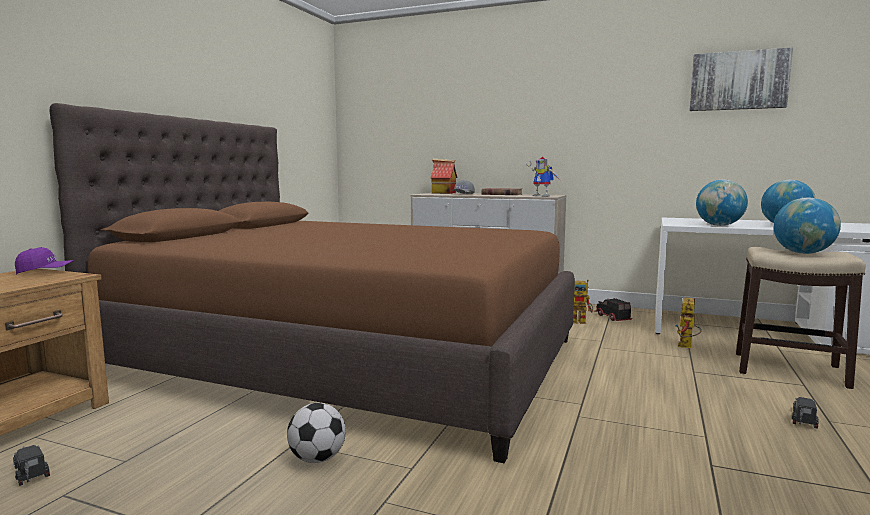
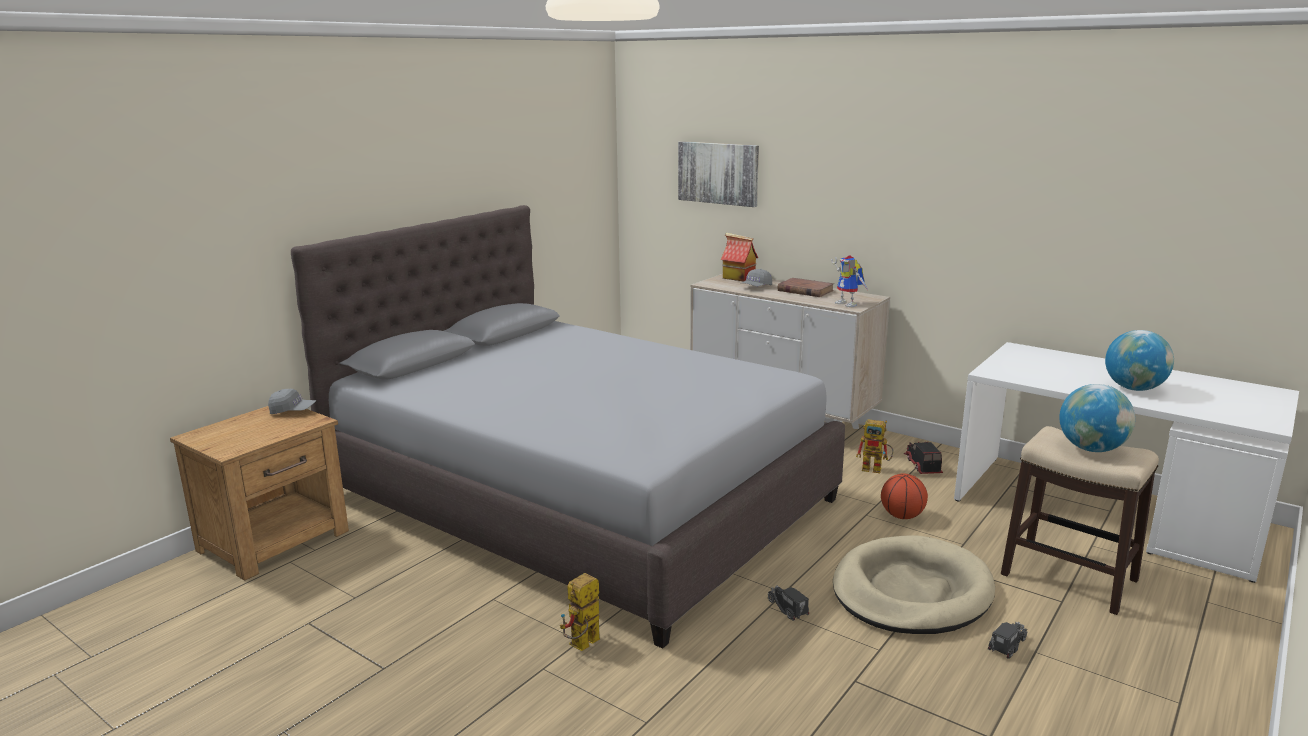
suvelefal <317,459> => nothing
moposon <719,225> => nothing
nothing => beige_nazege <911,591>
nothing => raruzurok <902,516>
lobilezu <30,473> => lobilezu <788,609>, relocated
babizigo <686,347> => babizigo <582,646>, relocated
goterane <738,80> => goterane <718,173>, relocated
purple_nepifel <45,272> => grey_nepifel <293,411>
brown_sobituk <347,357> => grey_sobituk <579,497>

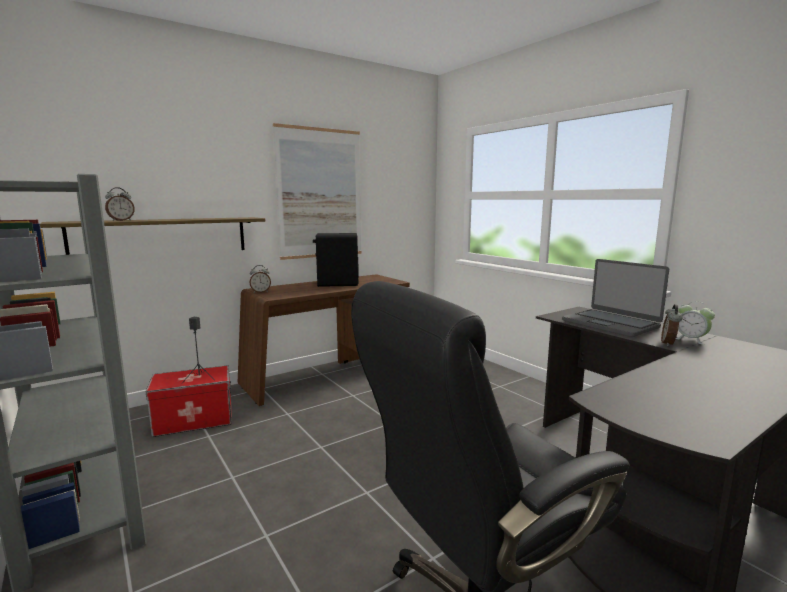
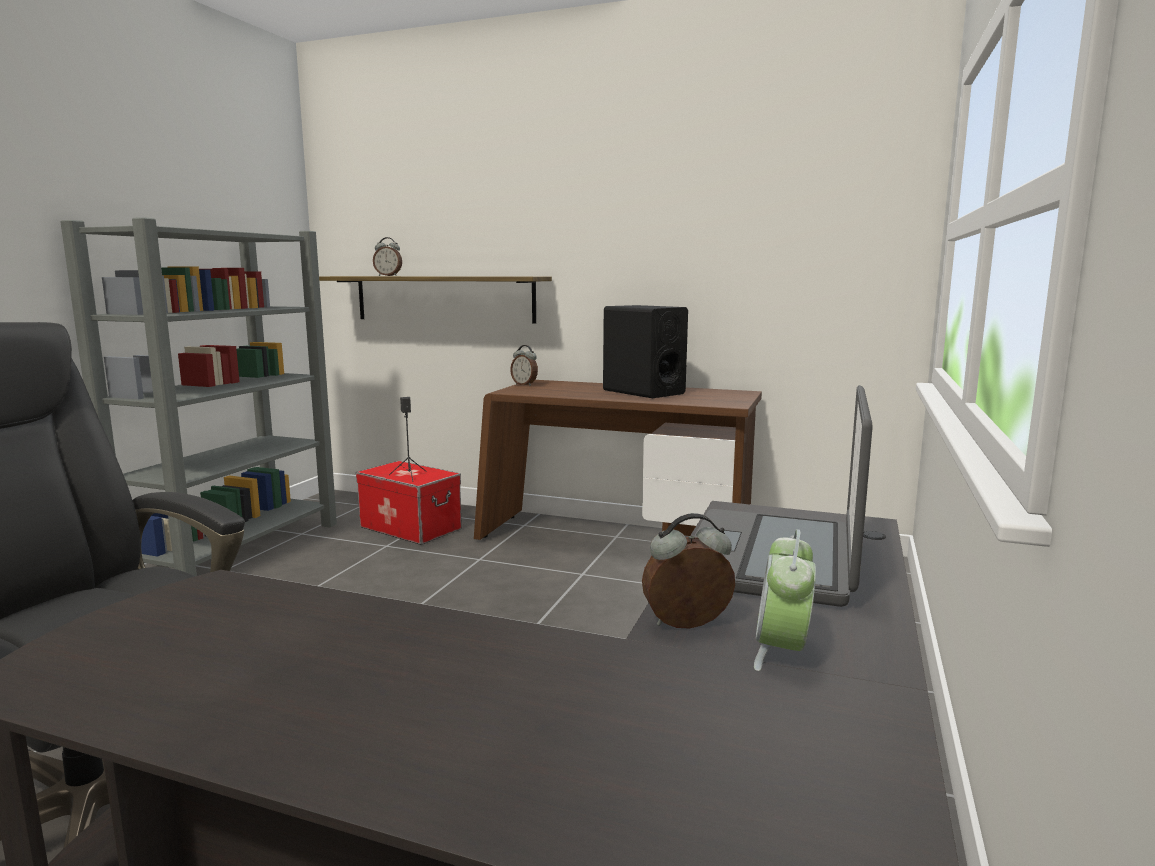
goterane <320,194> => nothing

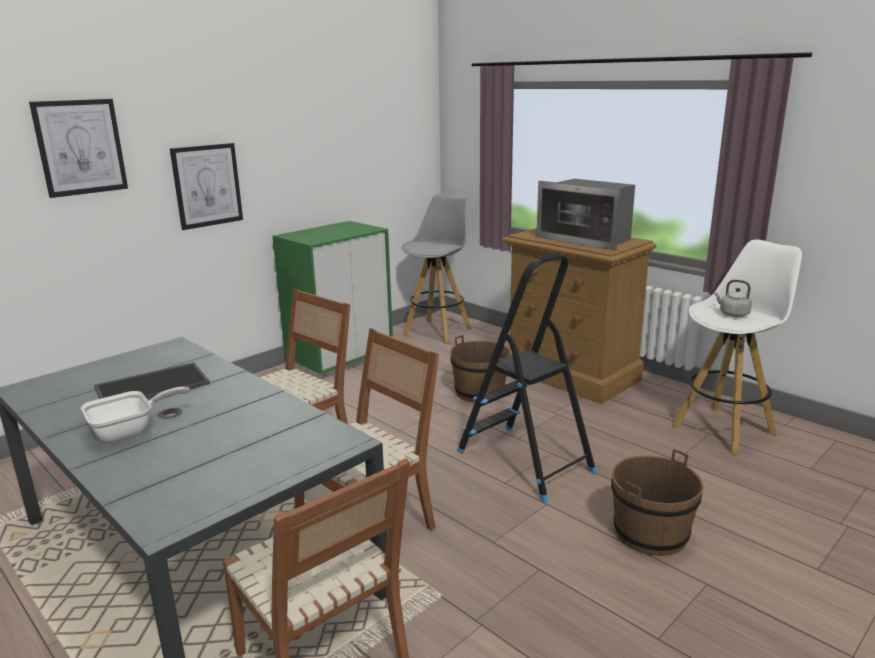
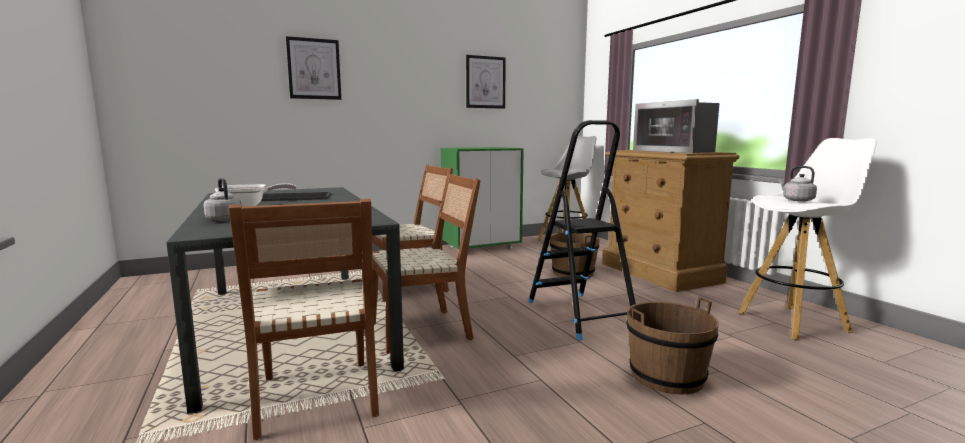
nothing => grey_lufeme <223,219>
goterane <207,185> => goterane <485,82>, relocated

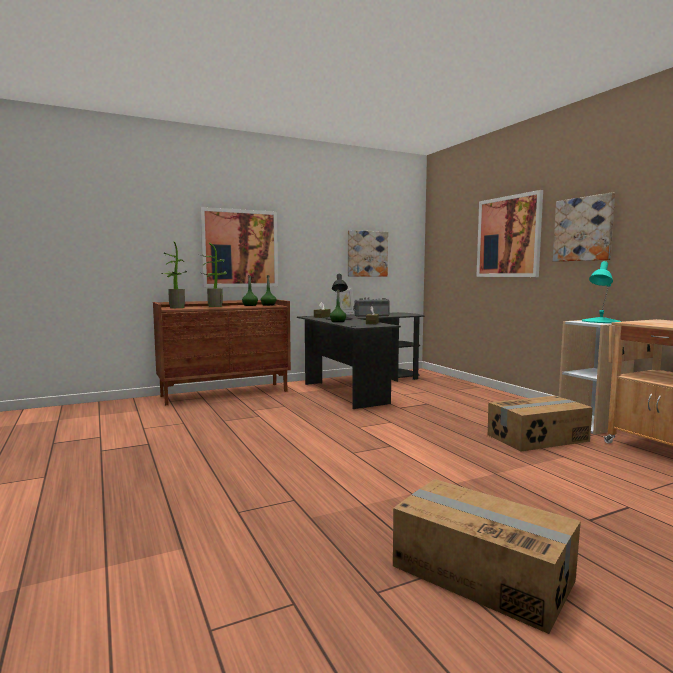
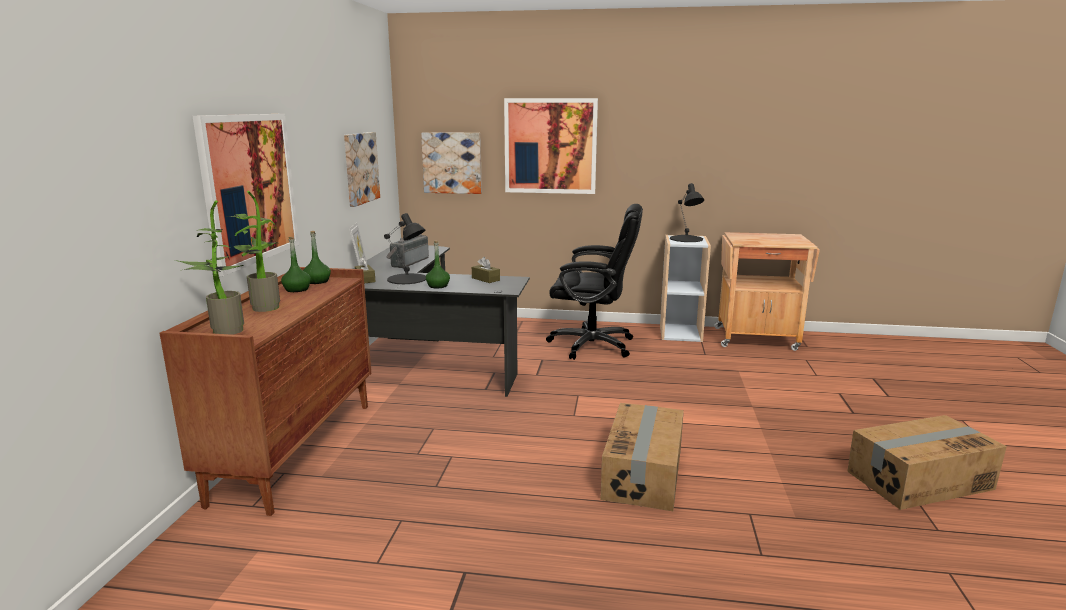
nothing => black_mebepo <592,345>
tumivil <538,438> => tumivil <644,473>, relocated
goterane <583,229> => goterane <452,163>, relocated
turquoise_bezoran <600,321> => black_bezoran <686,239>

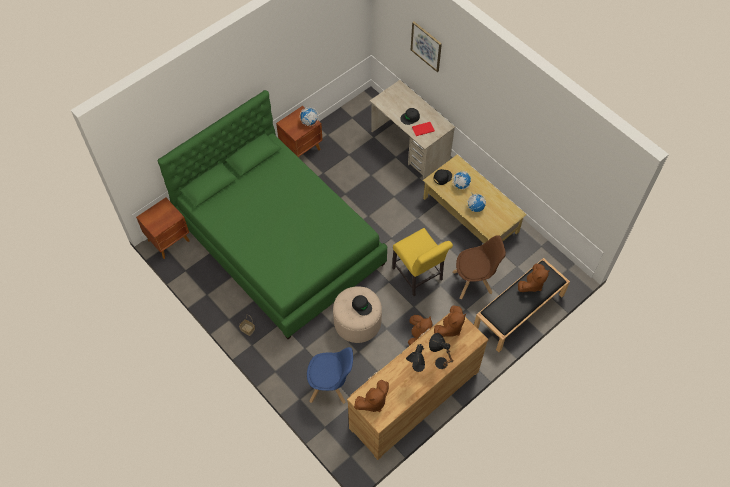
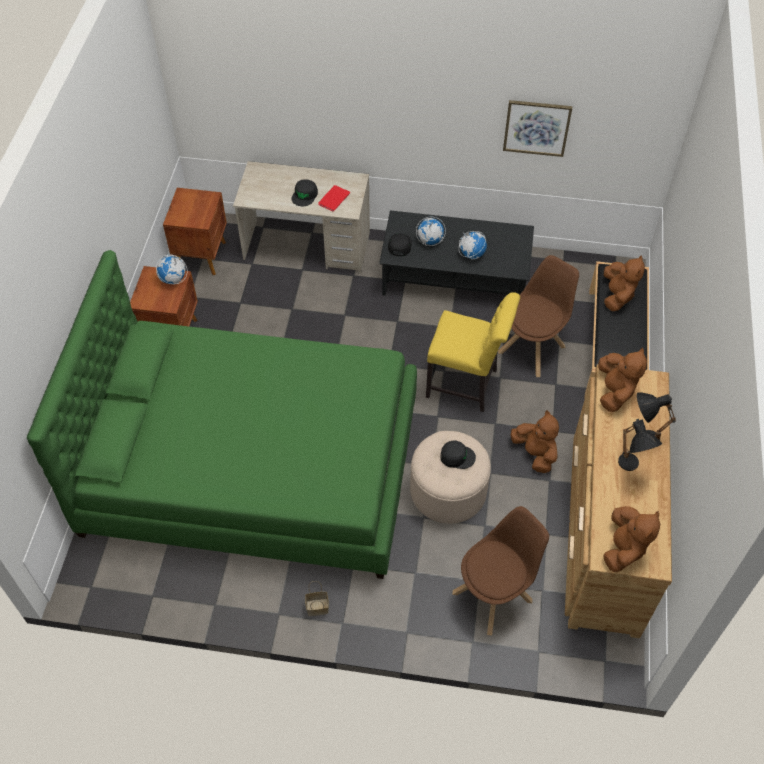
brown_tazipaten <169,241> => brown_tazipaten <202,255>, relocated
goterane <426,46> => goterane <536,127>, relocated
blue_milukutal <331,386> => brown_milukutal <495,594>
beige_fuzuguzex <469,215> => black_fuzuguzex <453,278>

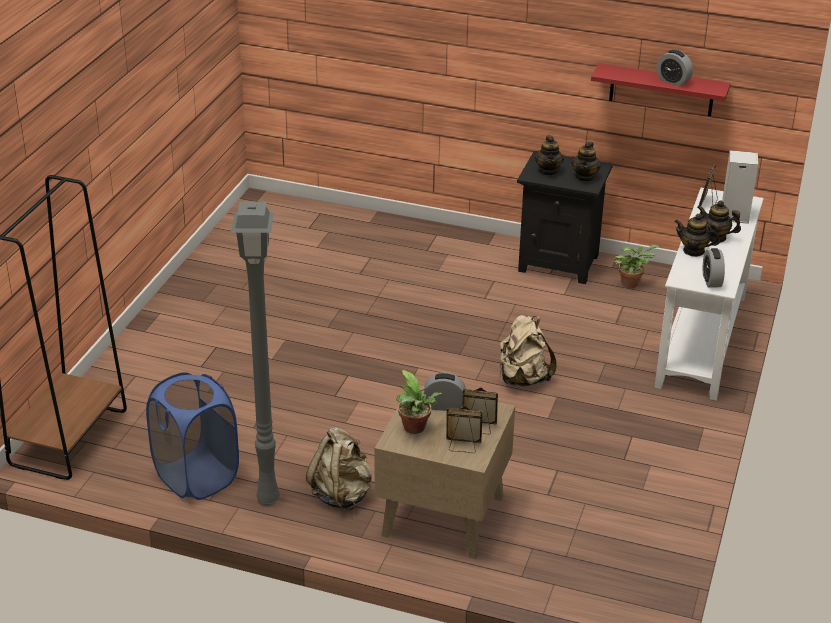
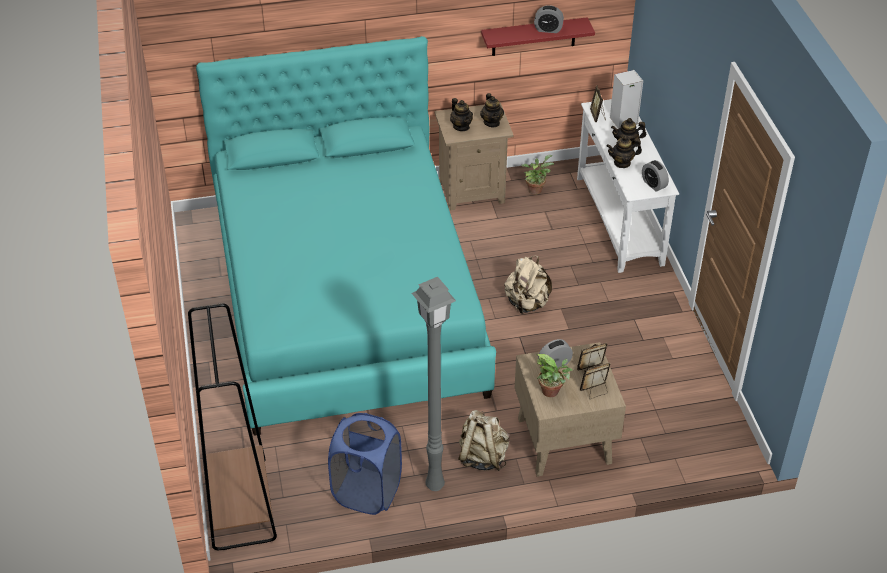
nothing => turquoise_sobituk <347,297>
black_tazipaten <559,264> => beige_tazipaten <473,192>

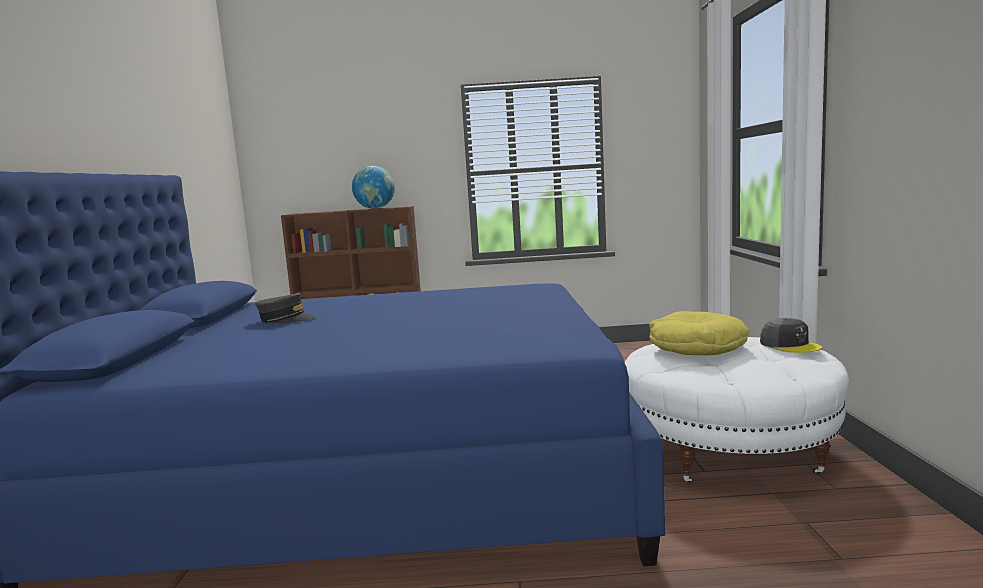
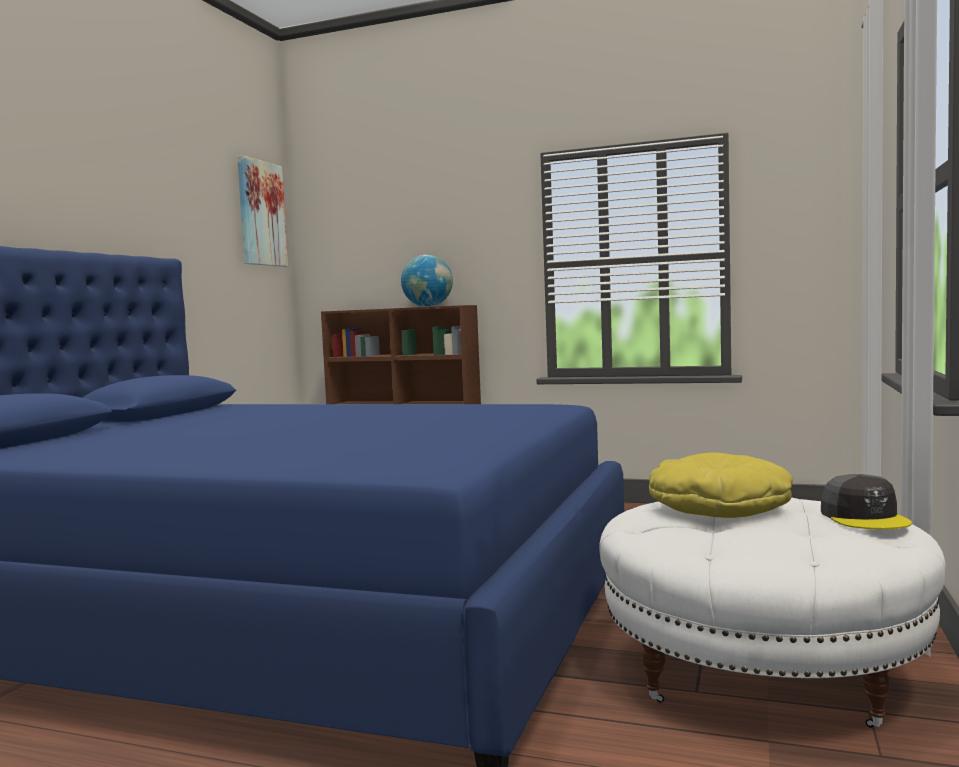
grey_nepifel <286,319> => nothing
nothing => goterane <261,213>

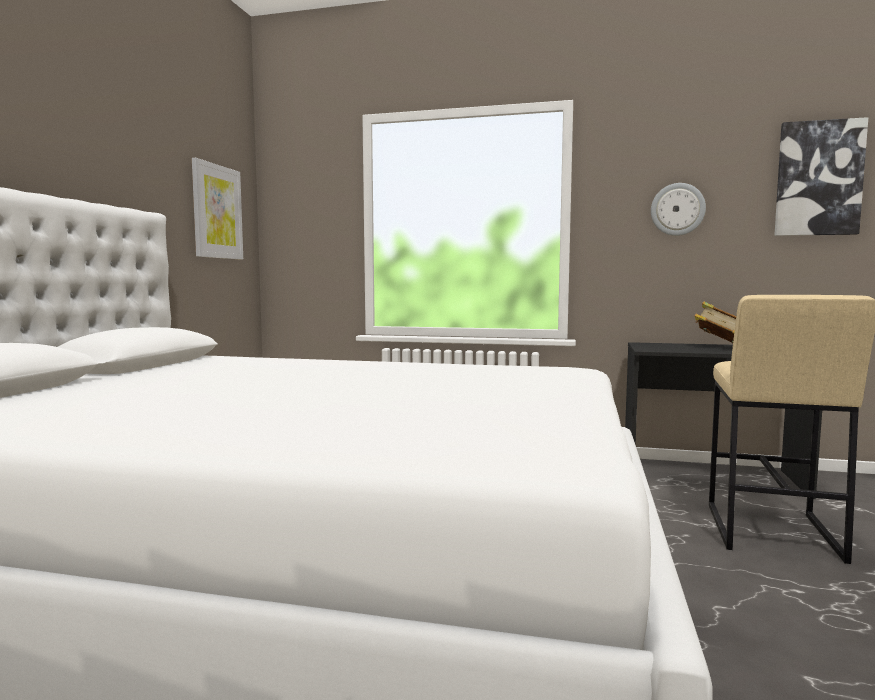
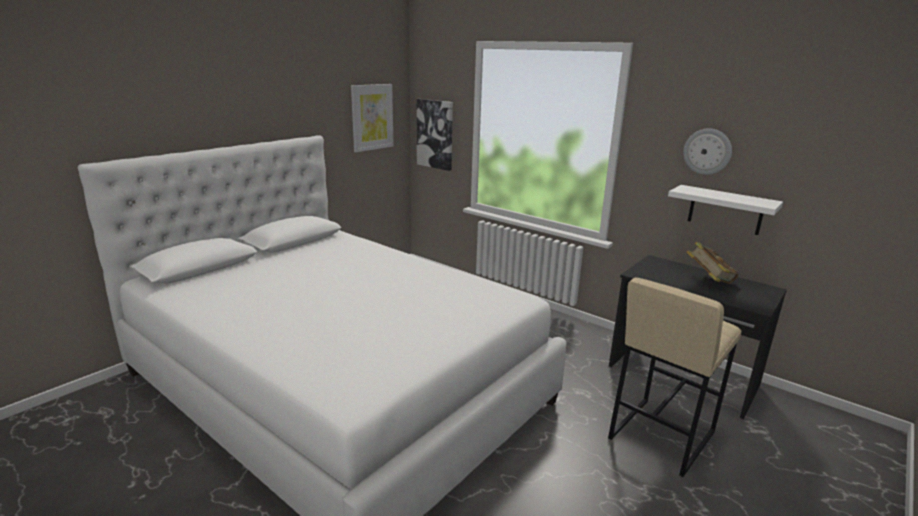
nothing => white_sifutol <725,210>
goterane <818,179> => goterane <435,134>, relocated

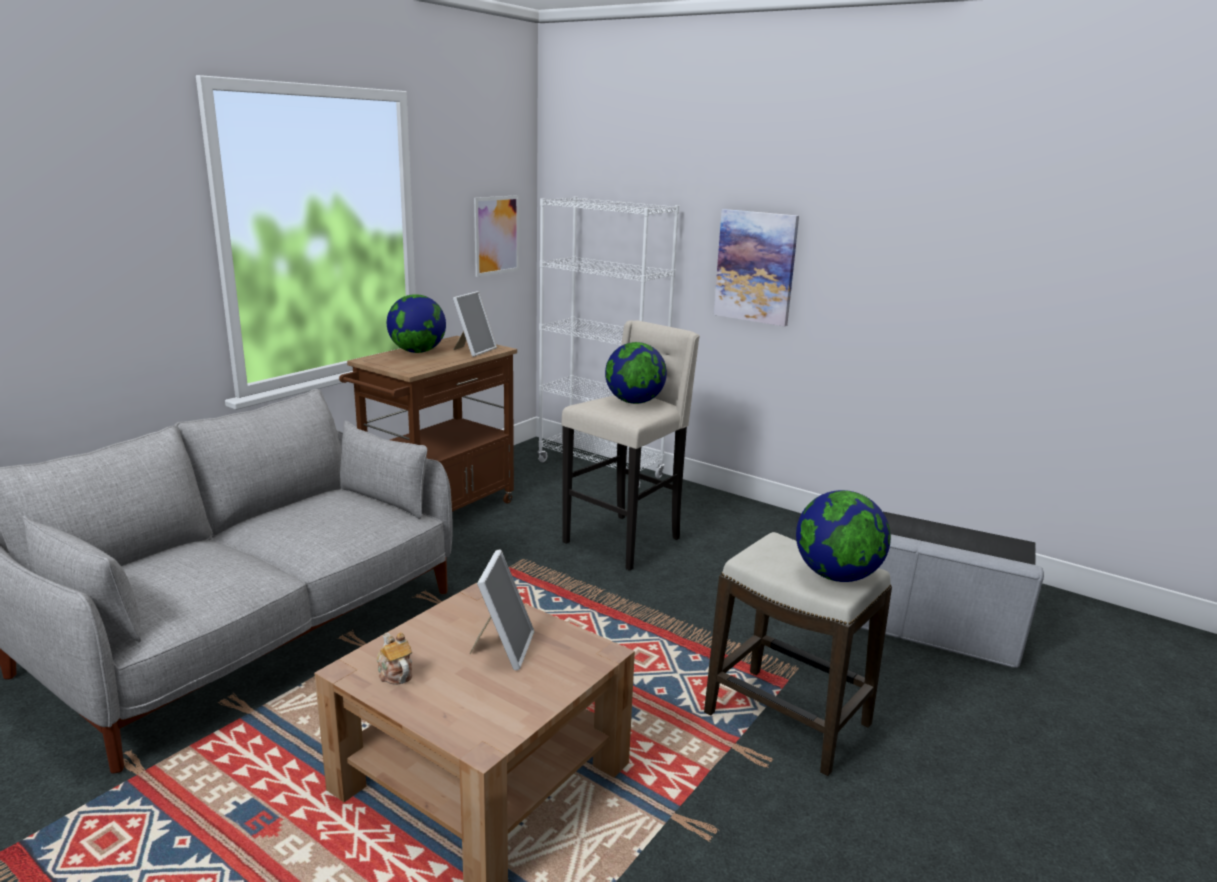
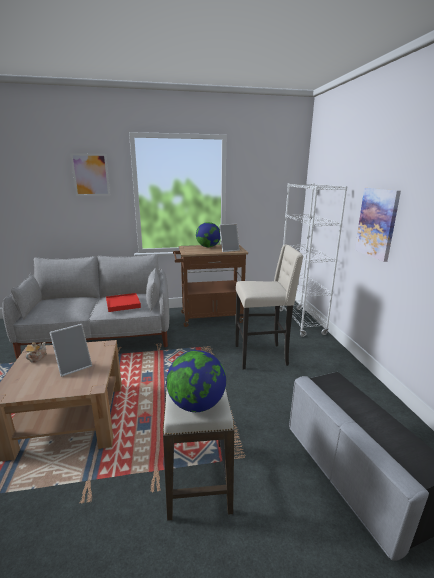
moposon <634,402> => nothing
nothing => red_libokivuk <123,304>
goterane <496,235> => goterane <91,175>, relocated

